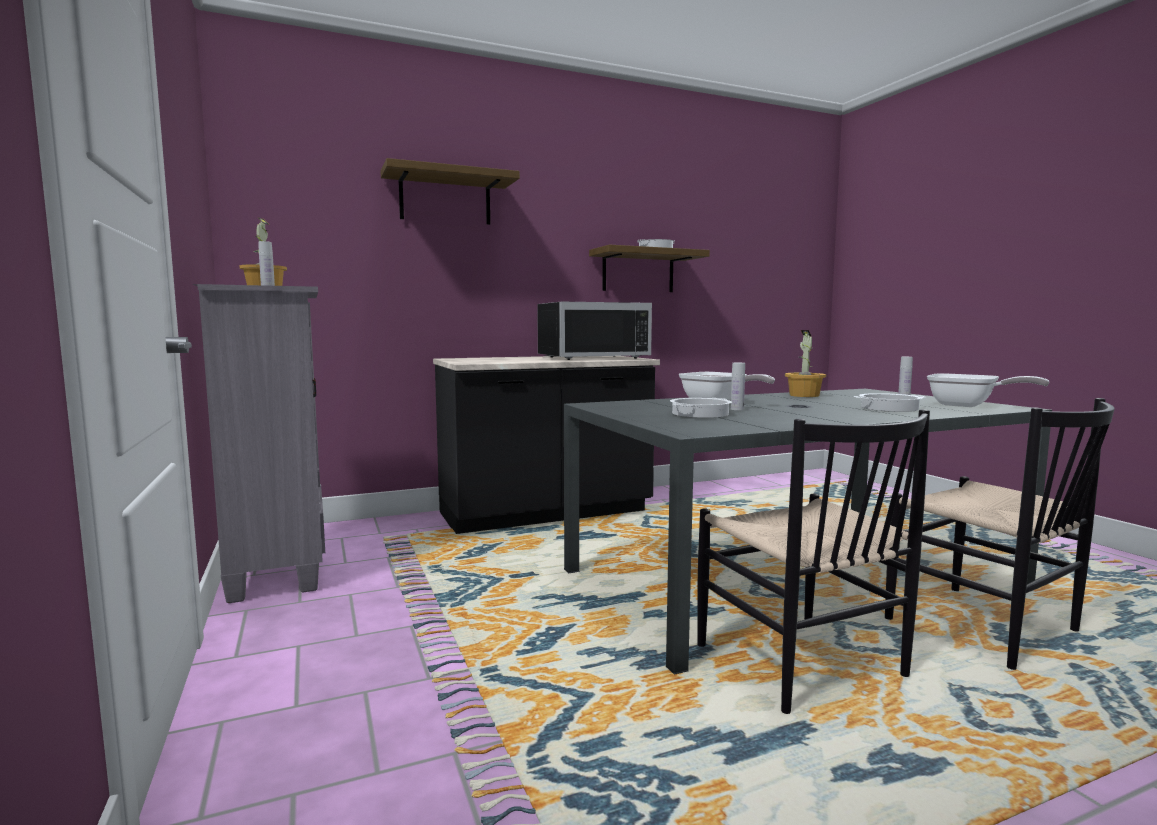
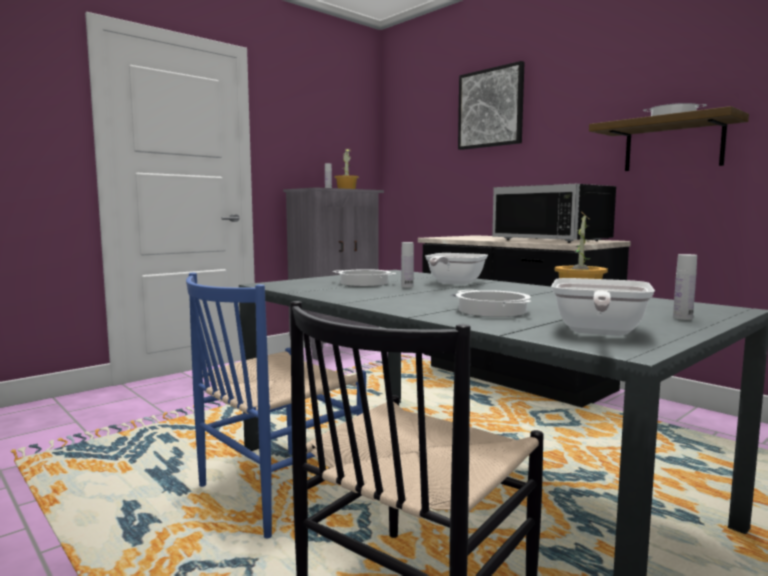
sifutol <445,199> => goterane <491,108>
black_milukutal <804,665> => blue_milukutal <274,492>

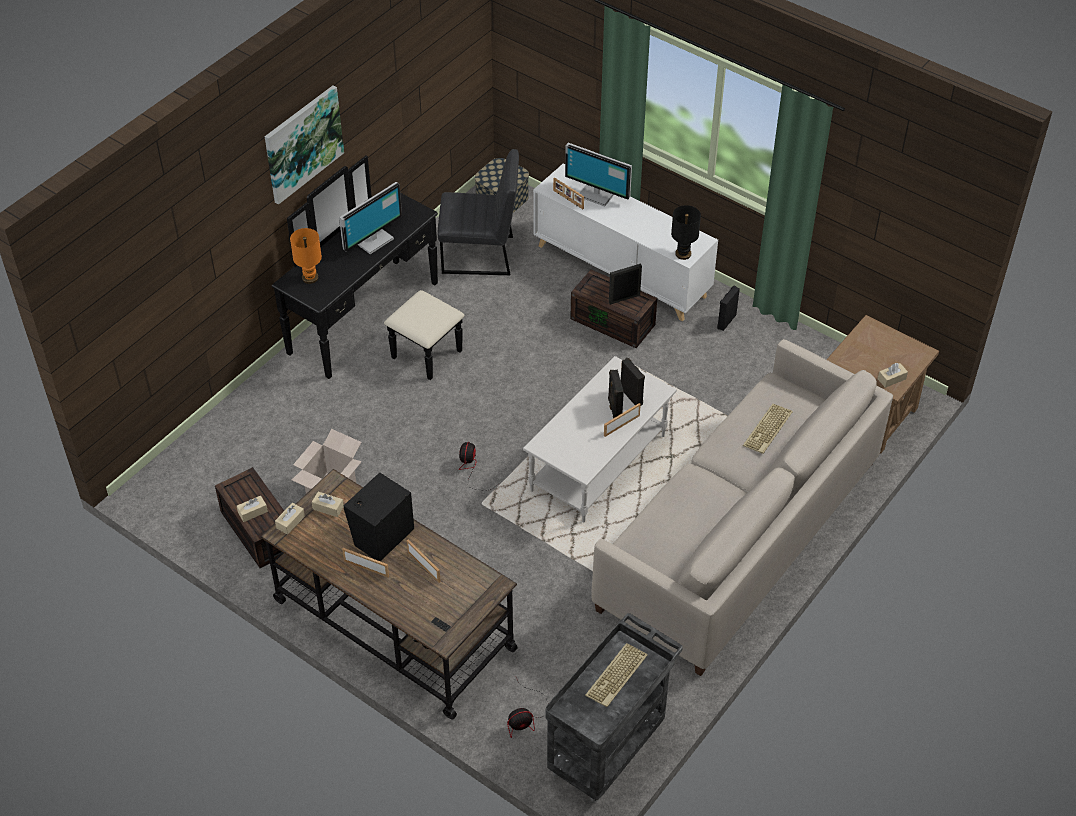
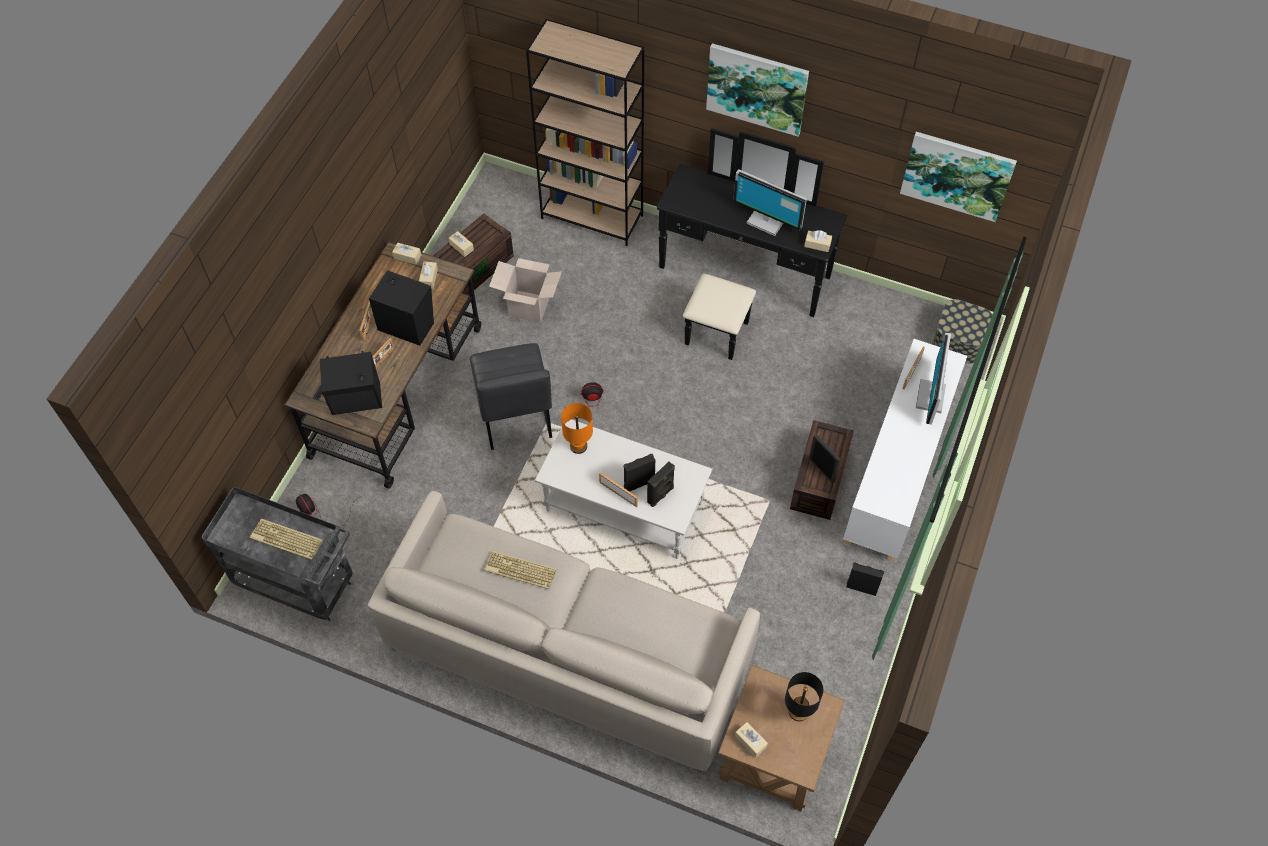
nothing => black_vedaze <357,401>
nothing => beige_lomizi <593,217>
nothing => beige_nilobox <817,244>
nothing => goterane <957,175>
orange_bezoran <310,278> => orange_bezoran <578,446>, relocated
grey_milukutal <480,255> => grey_milukutal <515,415>, relocated
black_bezoran <683,253> => black_bezoran <799,711>, relocated
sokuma <768,430> => sokuma <520,571>, relocated

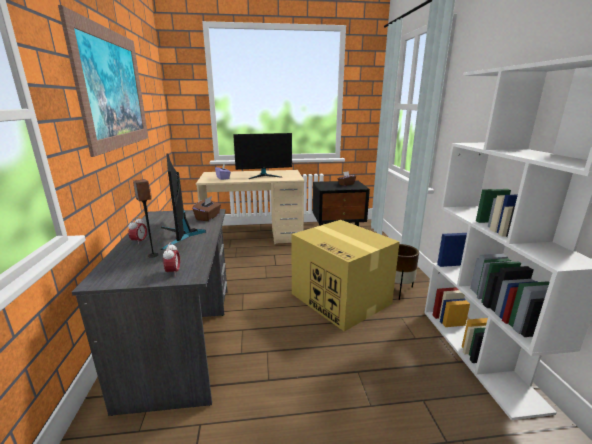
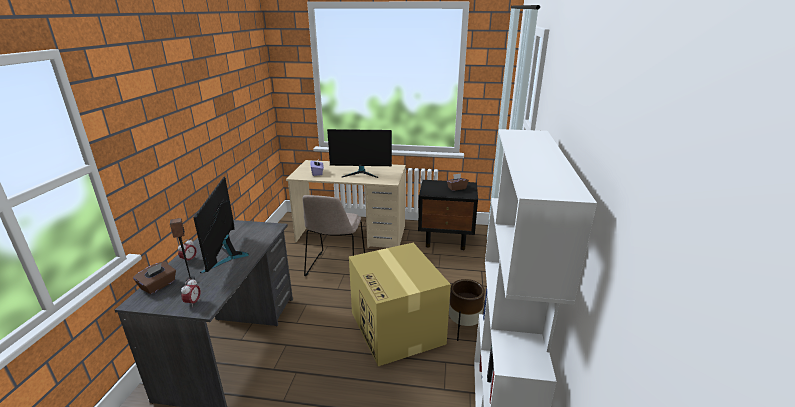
goterane <114,89> => nothing
nothing => beige_milukutal <335,268>
brown_nilobox <208,217> => brown_nilobox <158,285>, relocated

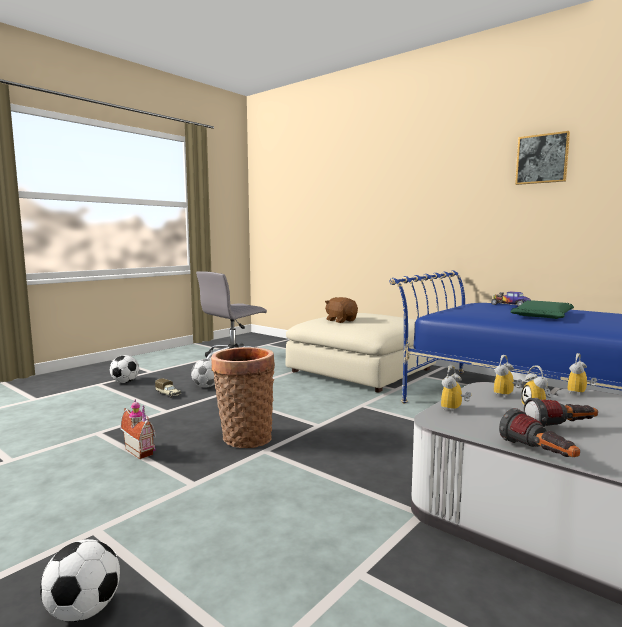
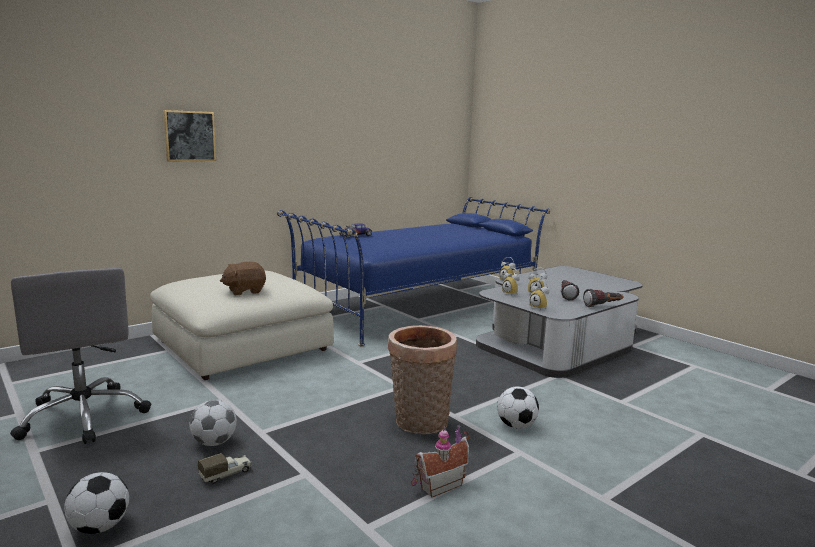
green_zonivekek <542,315> => nothing
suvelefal <84,611> => suvelefal <516,426>, relocated
goterane <542,159> => goterane <190,136>, relocated

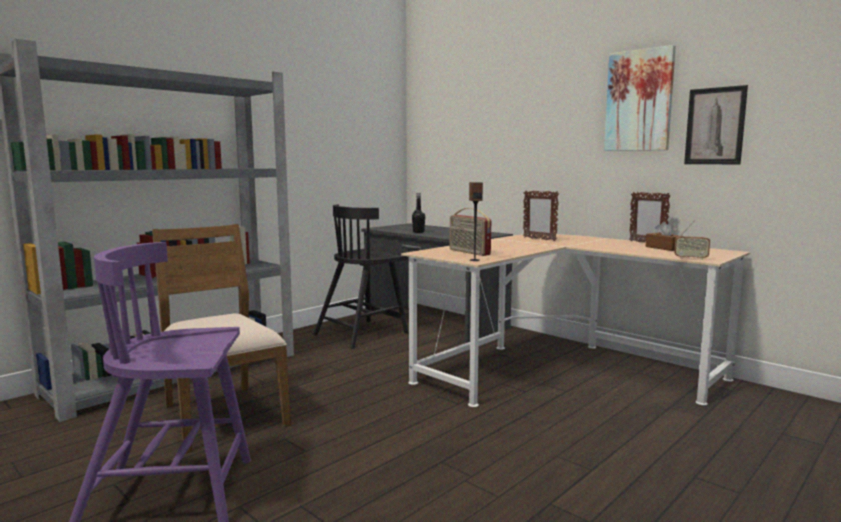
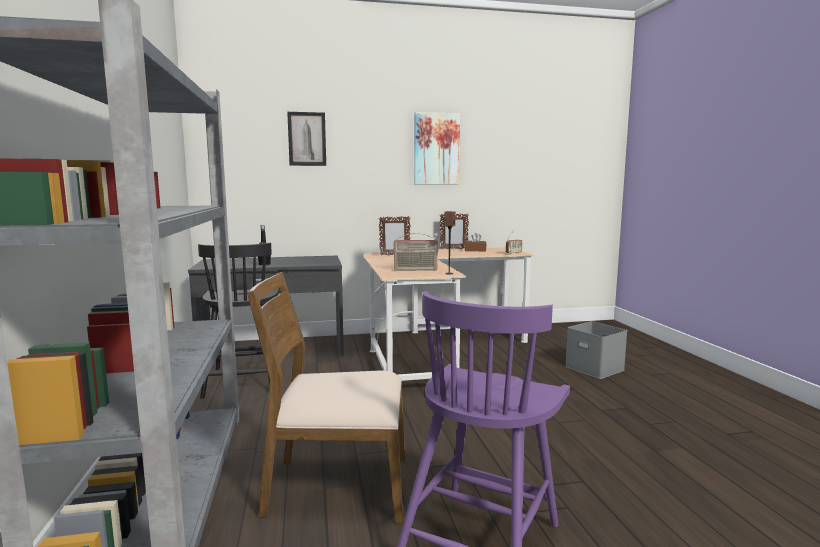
nothing => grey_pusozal <596,368>
goterane <715,126> => goterane <307,139>, relocated

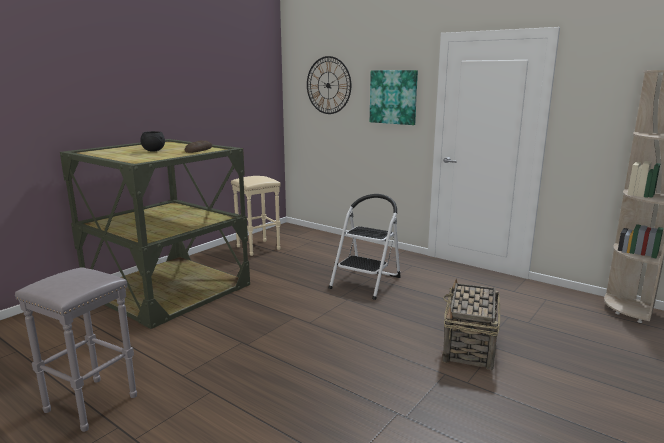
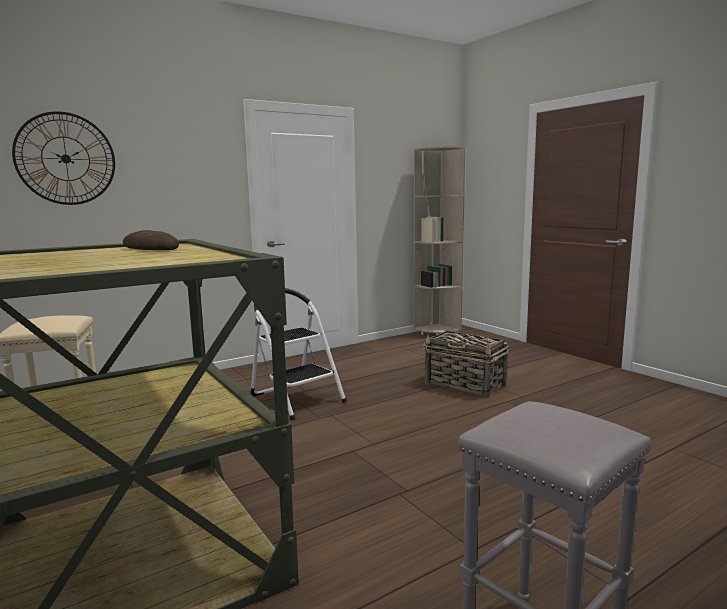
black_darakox <154,151> => nothing
goterane <393,97> => nothing

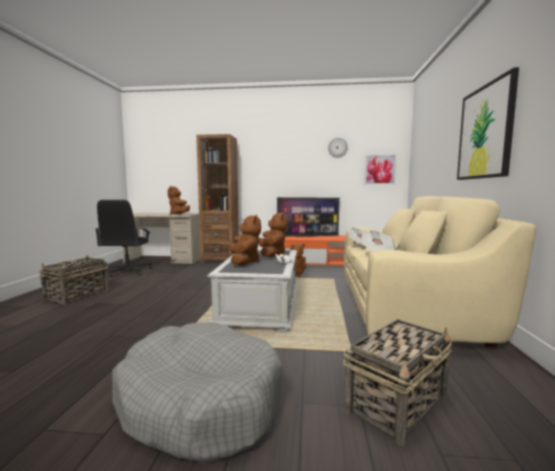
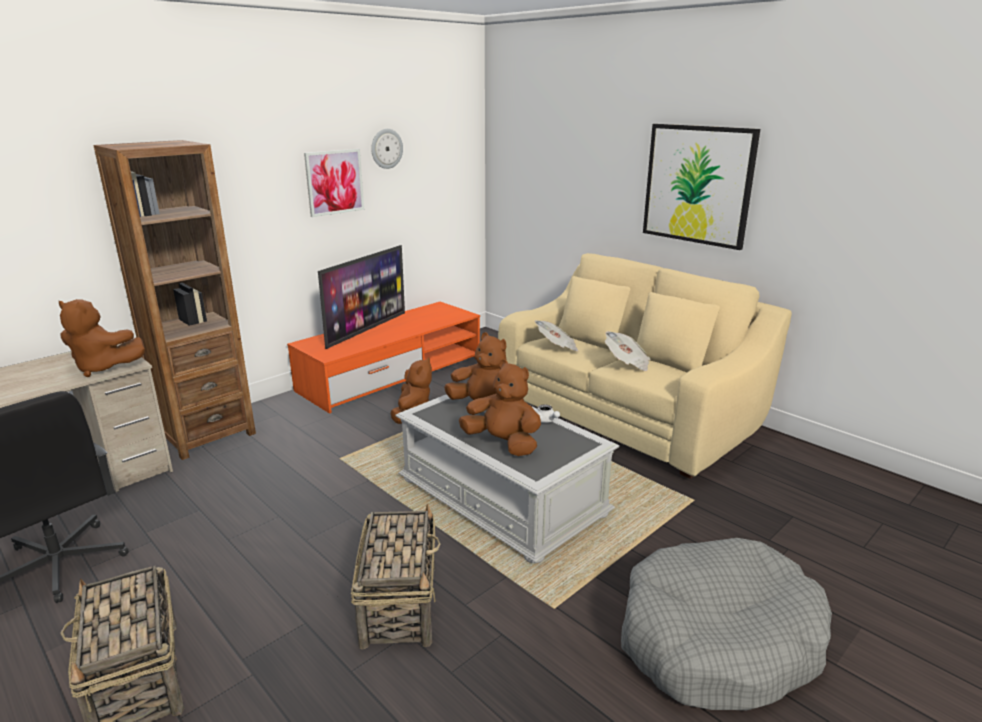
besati <397,402> => besati <400,603>, relocated
goterane <380,169> => goterane <334,182>, relocated

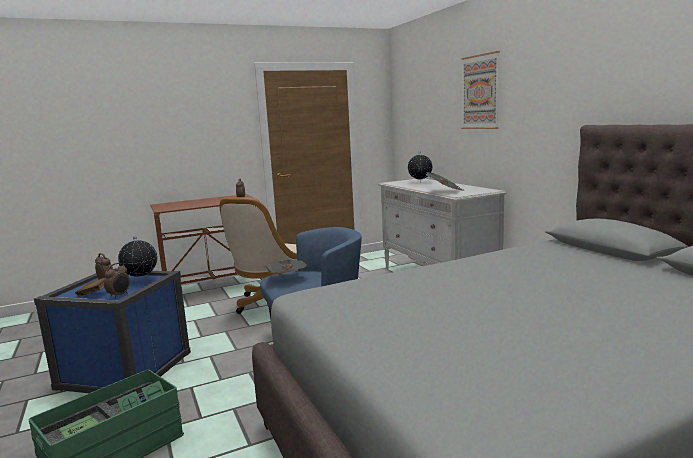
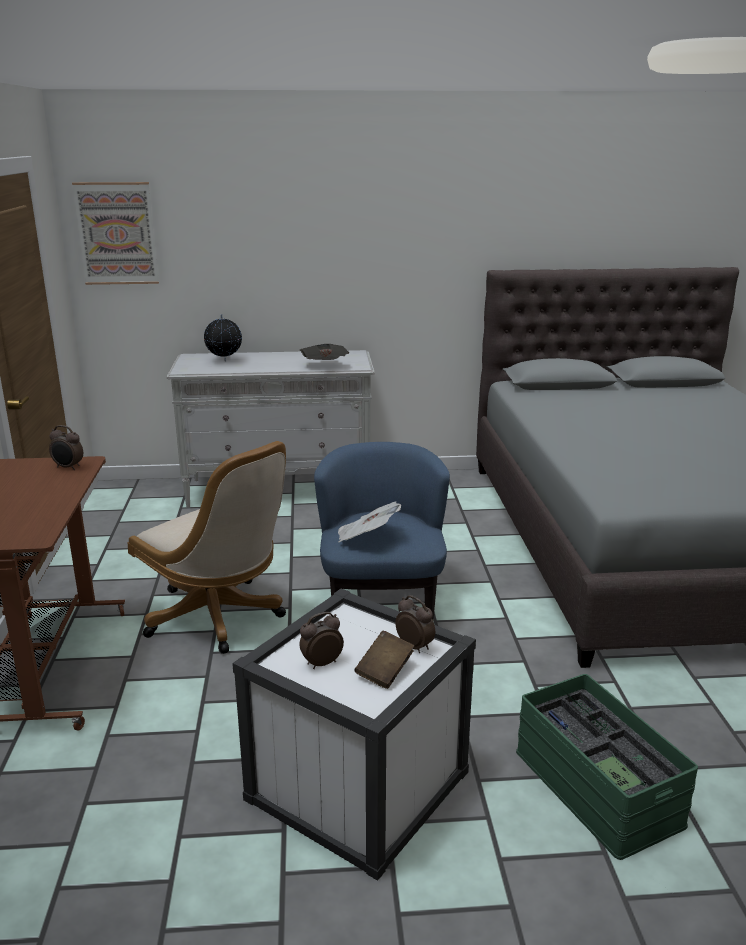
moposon <141,280> => nothing
goterane <480,92> => goterane <117,234>, relocated
blue_pusozal <125,370> => white_pusozal <358,786>

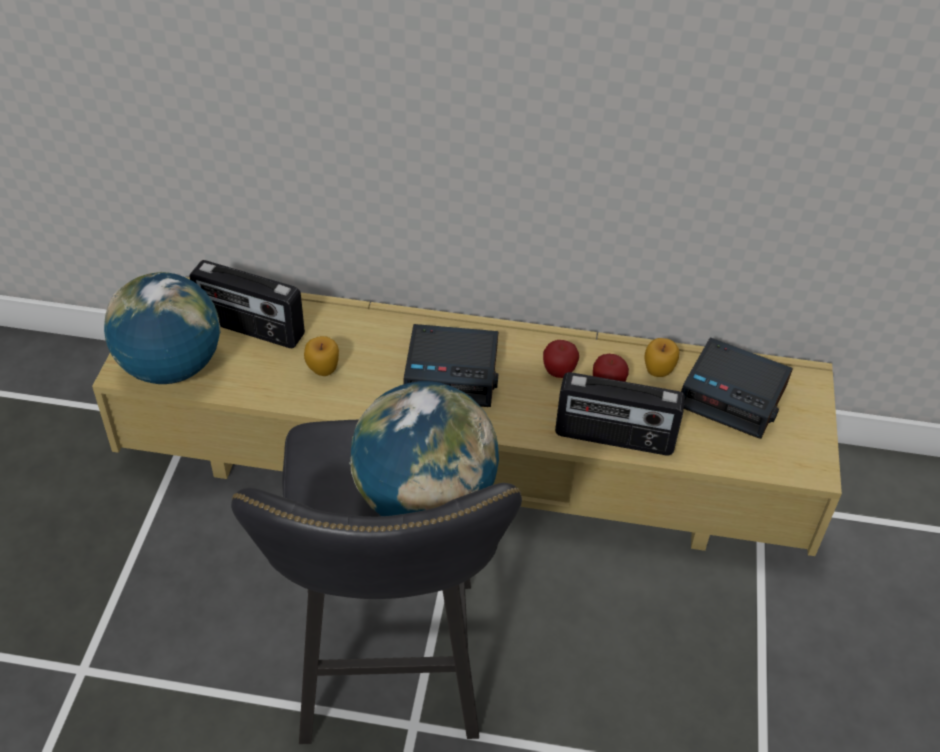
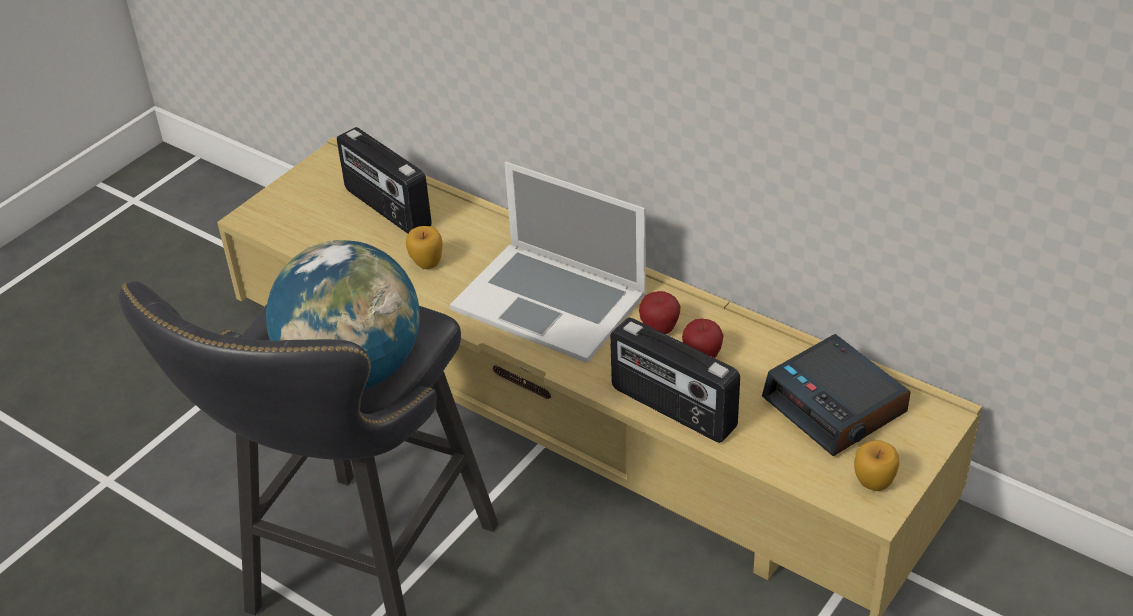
moposon <171,367> => nothing
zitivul <658,372> => zitivul <873,484>, relocated
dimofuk <452,373> => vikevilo <550,300>

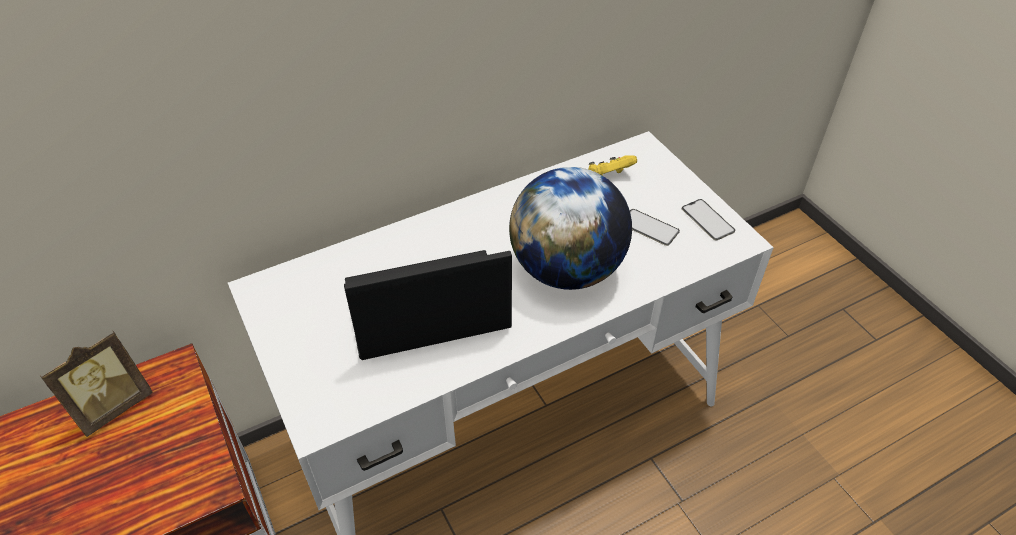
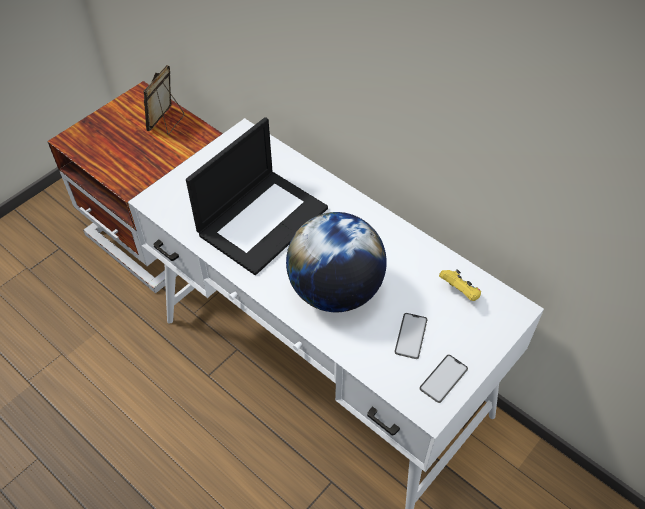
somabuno <113,406> => somabuno <167,122>, 90 degrees clockwise
vikevilo <425,307> => vikevilo <263,220>, 75 degrees clockwise

